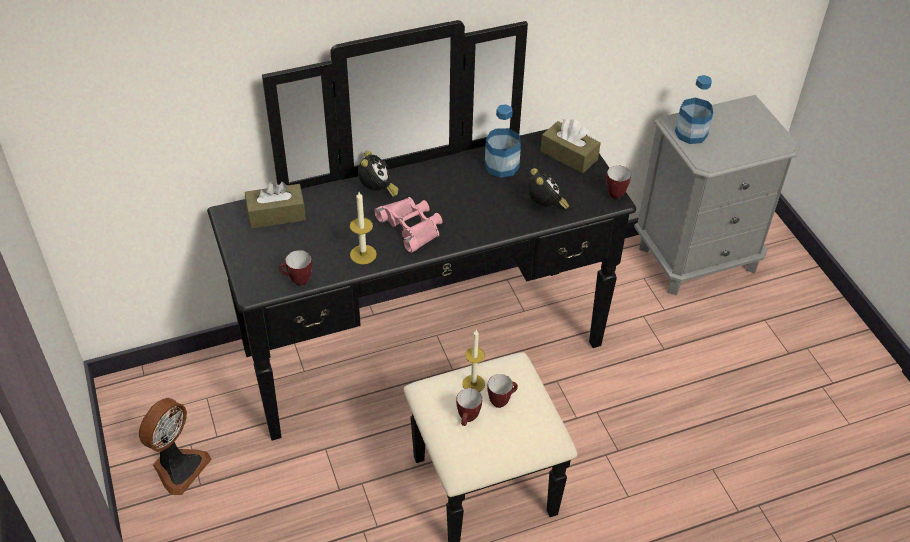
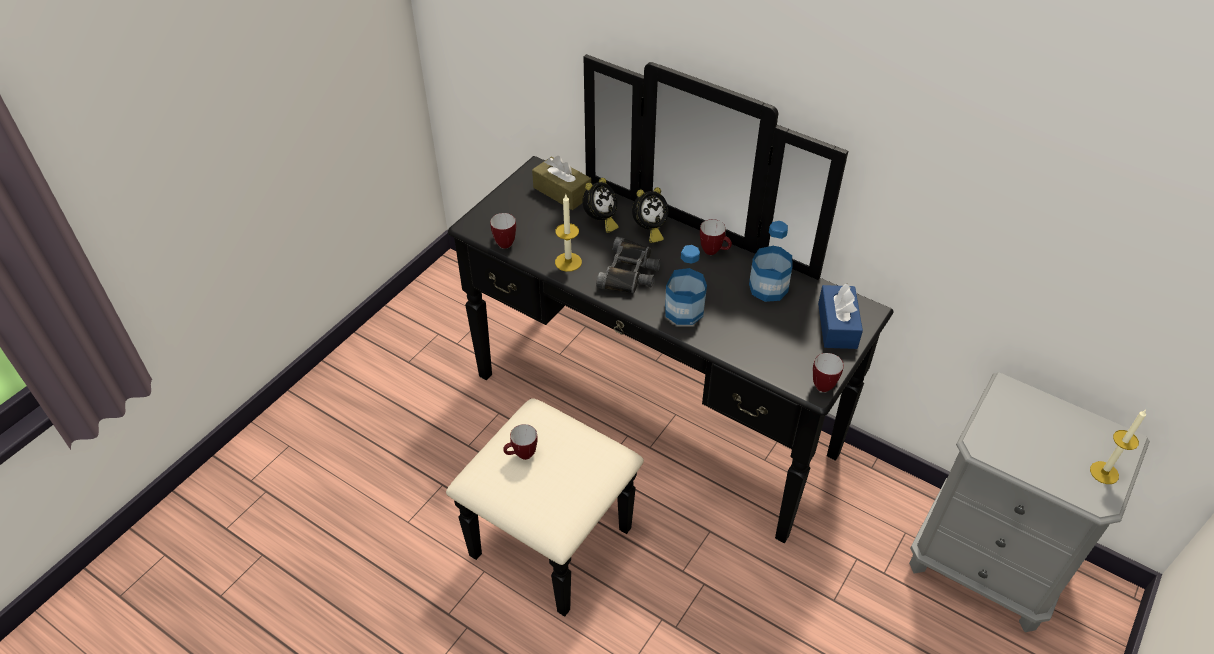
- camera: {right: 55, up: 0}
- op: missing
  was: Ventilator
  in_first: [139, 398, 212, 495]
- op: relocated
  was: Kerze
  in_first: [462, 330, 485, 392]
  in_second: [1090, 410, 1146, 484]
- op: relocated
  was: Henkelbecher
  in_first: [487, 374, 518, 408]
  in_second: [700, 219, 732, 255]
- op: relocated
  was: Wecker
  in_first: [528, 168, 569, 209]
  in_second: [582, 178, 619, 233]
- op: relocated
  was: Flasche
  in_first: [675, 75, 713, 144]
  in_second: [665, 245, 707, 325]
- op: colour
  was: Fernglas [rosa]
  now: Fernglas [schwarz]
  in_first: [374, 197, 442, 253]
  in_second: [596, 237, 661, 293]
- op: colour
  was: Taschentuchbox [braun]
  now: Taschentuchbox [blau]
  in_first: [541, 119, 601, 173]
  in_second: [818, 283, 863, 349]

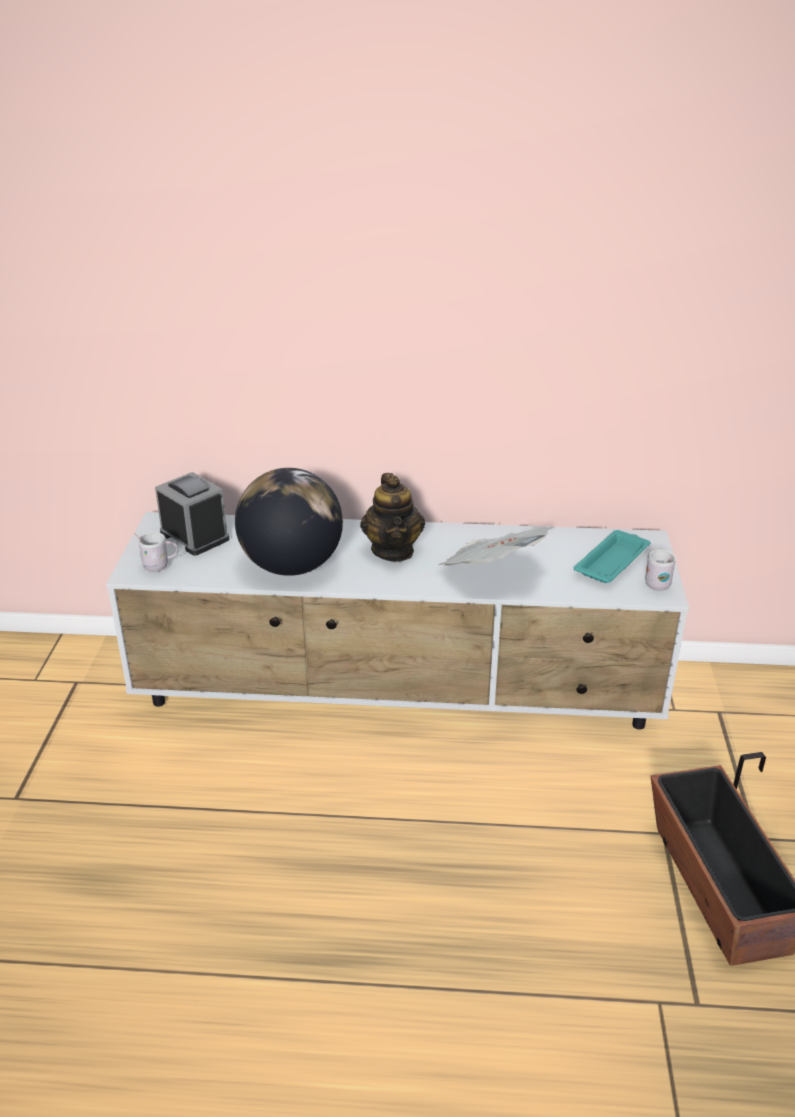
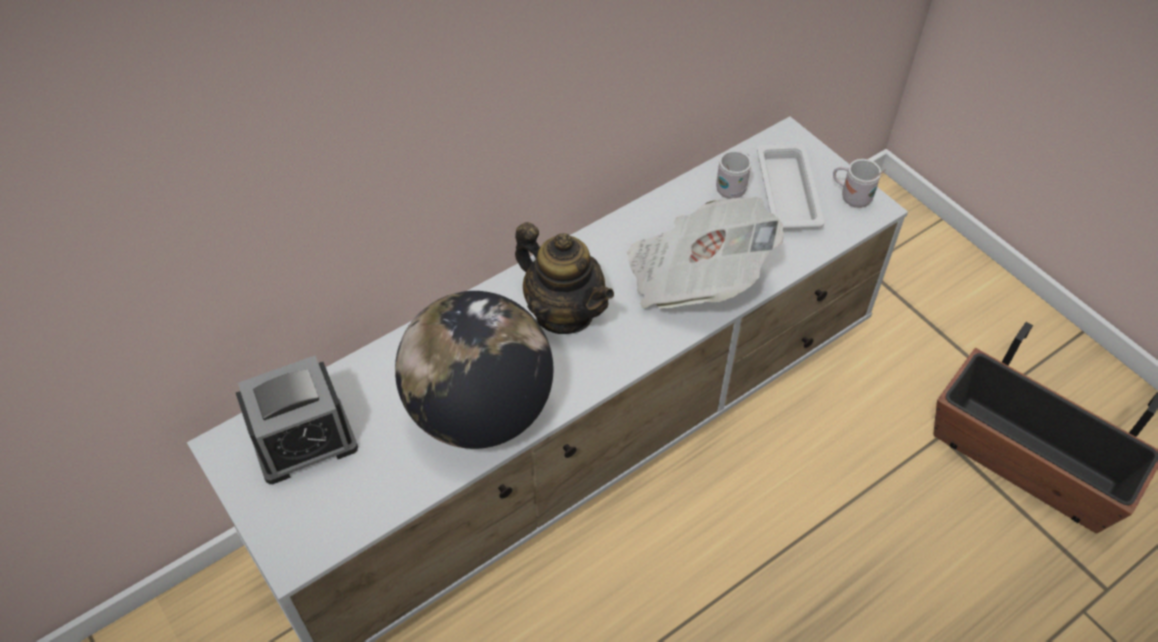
- camera: {right: -40, up: 20}
- op: relocated
  was: Henkelbecher [weiß]
  in_first: [134, 532, 179, 572]
  in_second: [716, 150, 752, 199]
- op: colour
  was: Tablett [türkis]
  now: Tablett [weiß]
  in_first: [574, 530, 651, 583]
  in_second: [757, 142, 825, 229]
- op: spun
  was: Wecker
  in_first: [155, 472, 229, 556]
  in_second: [236, 355, 358, 484]
  clockwise: 150

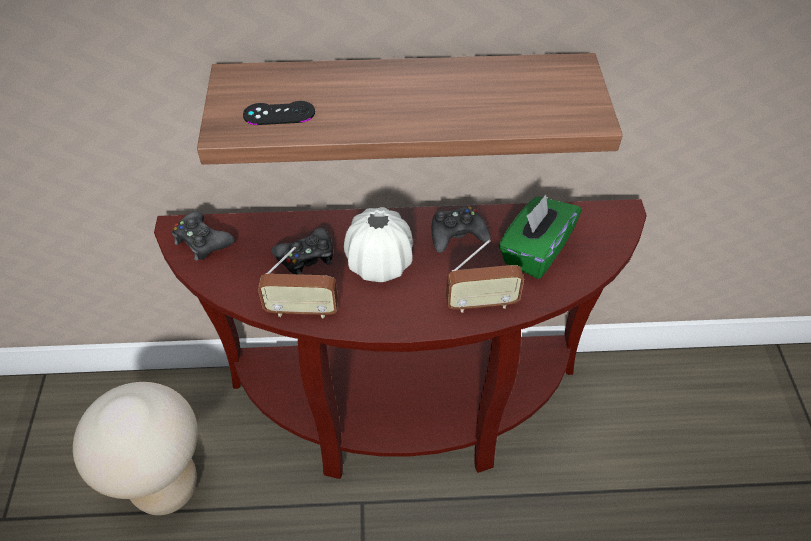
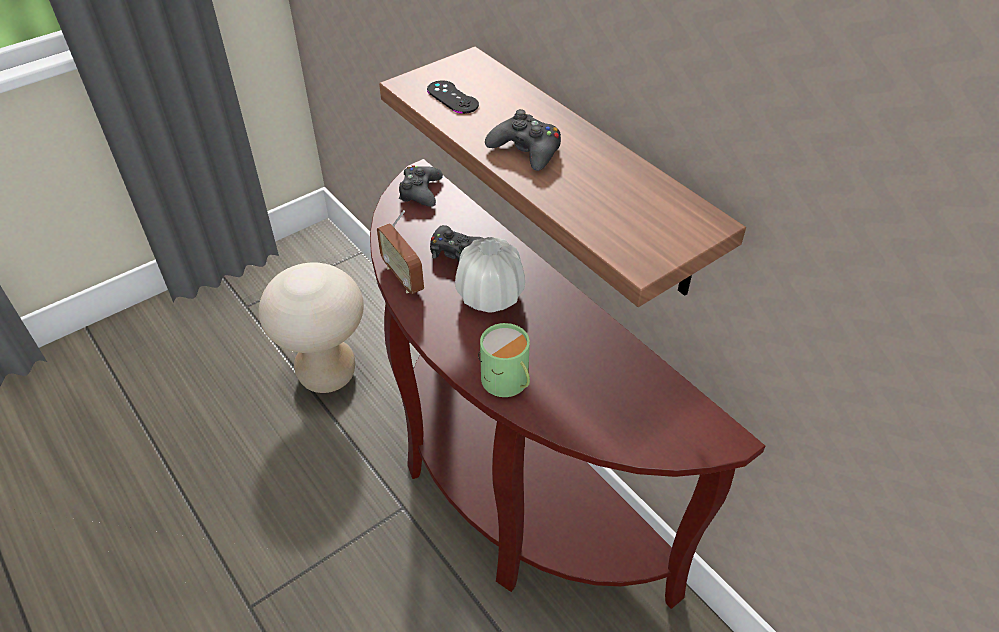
- camera: {right: 55, up: -5}
- op: missing
  was: Taschentuchbox [grün]
  in_first: [499, 195, 581, 279]
- op: relocated
  was: Gamepad [schwarz]
  in_first: [431, 206, 491, 253]
  in_second: [485, 109, 561, 171]
- op: exchanged
  was: Radio
  now: Henkelbecher [grün]
  in_first: [446, 239, 524, 313]
  in_second: [478, 323, 530, 397]

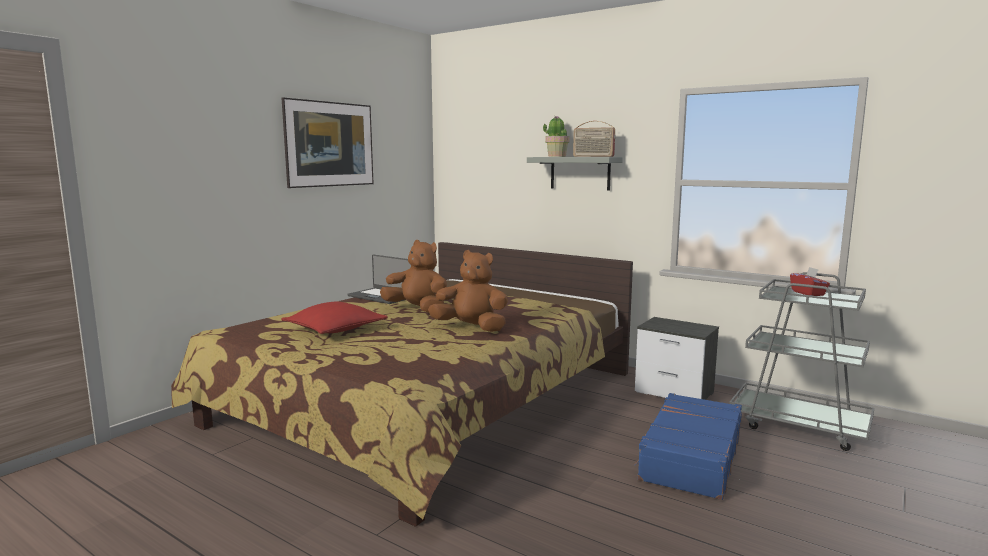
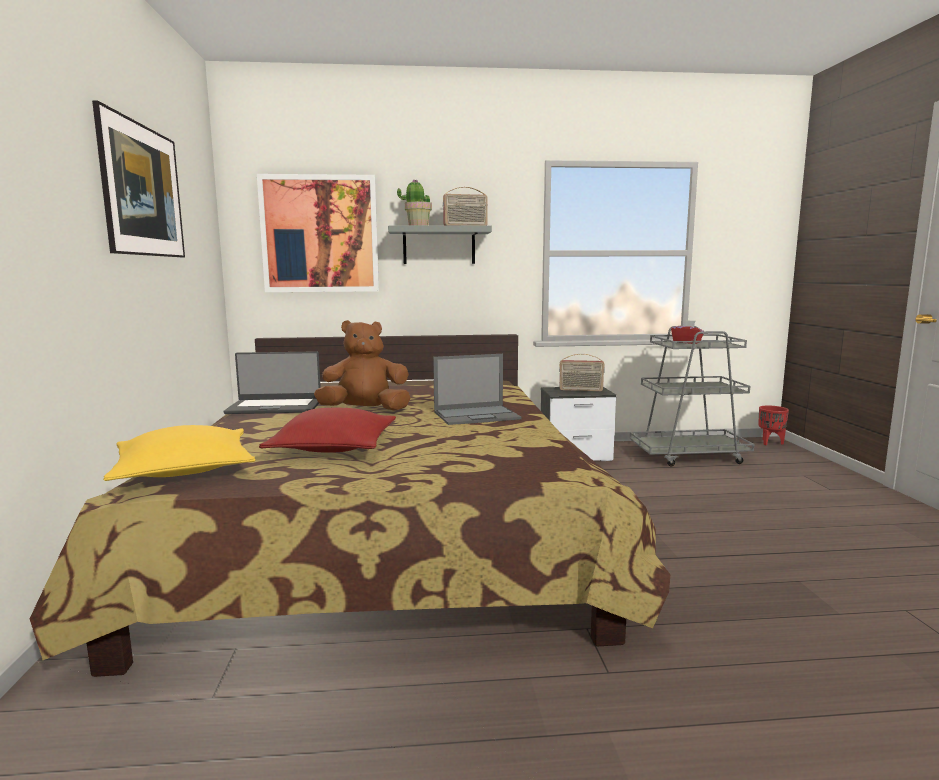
- camera: {right: -40, up: 0}
- op: missing
  was: Koffer [blau]
  in_first: [634, 393, 742, 500]
- op: appeared
  now: Kissen [gelb]
  in_second: [103, 425, 256, 481]
- op: appeared
  now: Bild
  in_second: [257, 174, 379, 292]
- op: appeared
  now: Radio
  in_second: [559, 354, 605, 391]
- op: appeared
  now: Pflanzkübel [rot]
  in_second: [758, 406, 789, 445]
- op: exchanged
  was: Plüschtier [braun]
  now: Laptop
  in_first: [428, 250, 508, 332]
  in_second: [433, 354, 522, 425]

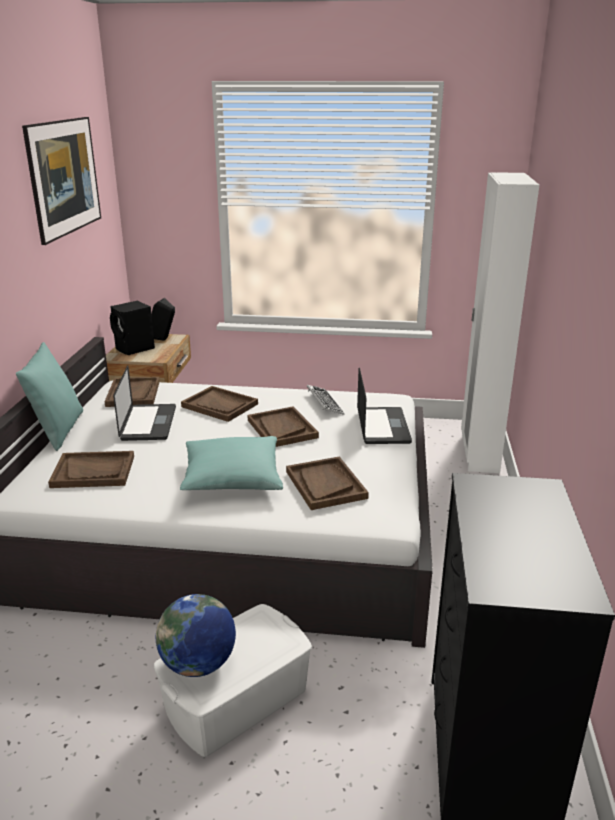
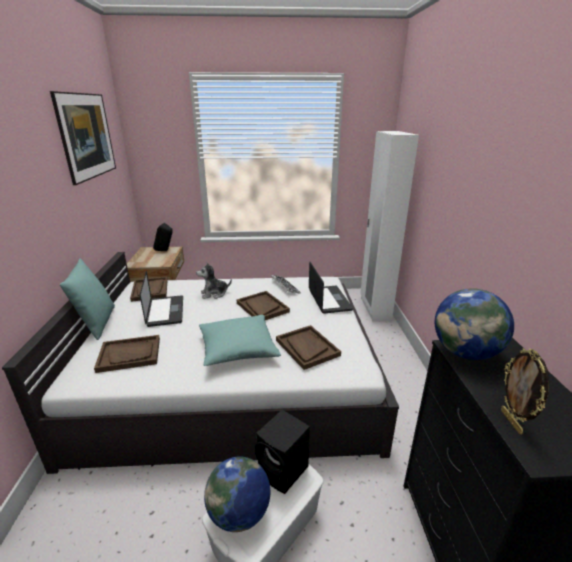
- camera: {right: -10, up: 0}
- op: appeared
  now: Globus
  in_second: [435, 288, 514, 360]
- op: appeared
  now: Bilderrahmen
  in_second: [501, 348, 549, 434]
- op: relocated
  was: Lautsprecher [schwarz]
  in_first: [110, 301, 155, 355]
  in_second: [255, 410, 310, 494]
- op: exchanged
  was: Tablett [braun]
  now: Plüschtier
  in_first: [181, 386, 258, 422]
  in_second: [196, 263, 232, 299]

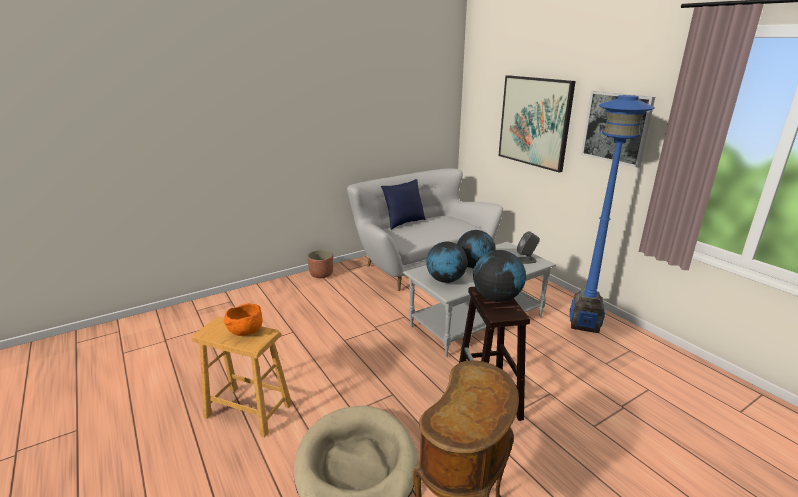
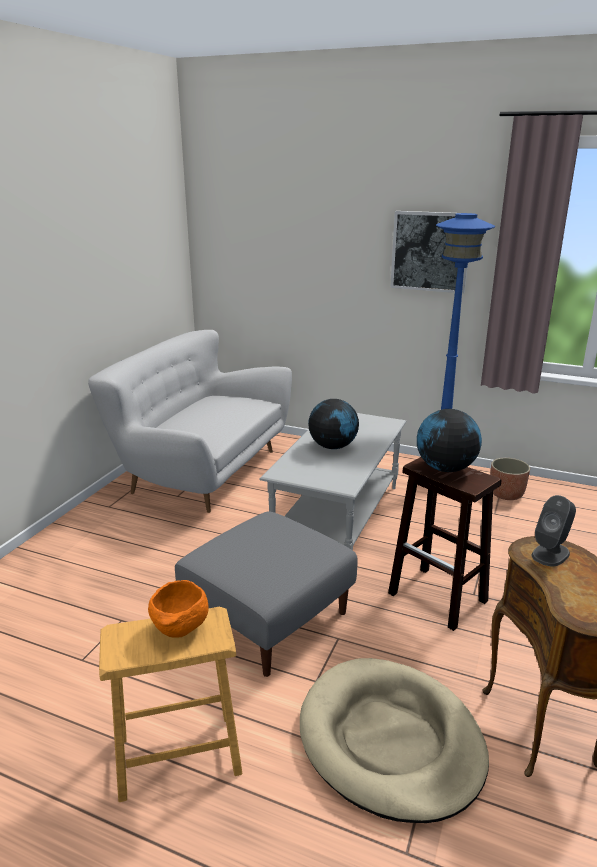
- camera: {right: -35, up: 0}
- op: missing
  was: Kissen [blau]
  in_first: [381, 179, 426, 230]
- op: missing
  was: Globus
  in_first: [426, 242, 468, 283]
- op: missing
  was: Bild
  in_first: [498, 75, 576, 172]
- op: appeared
  now: Polsterhocker [grau]
  in_second: [175, 511, 357, 677]
- op: relocated
  was: Pflanzkübel
  in_first: [307, 250, 333, 278]
  in_second: [490, 458, 530, 500]
- op: relocated
  was: Lautsprecher [grau]
  in_first: [517, 231, 540, 264]
  in_second: [532, 495, 576, 566]

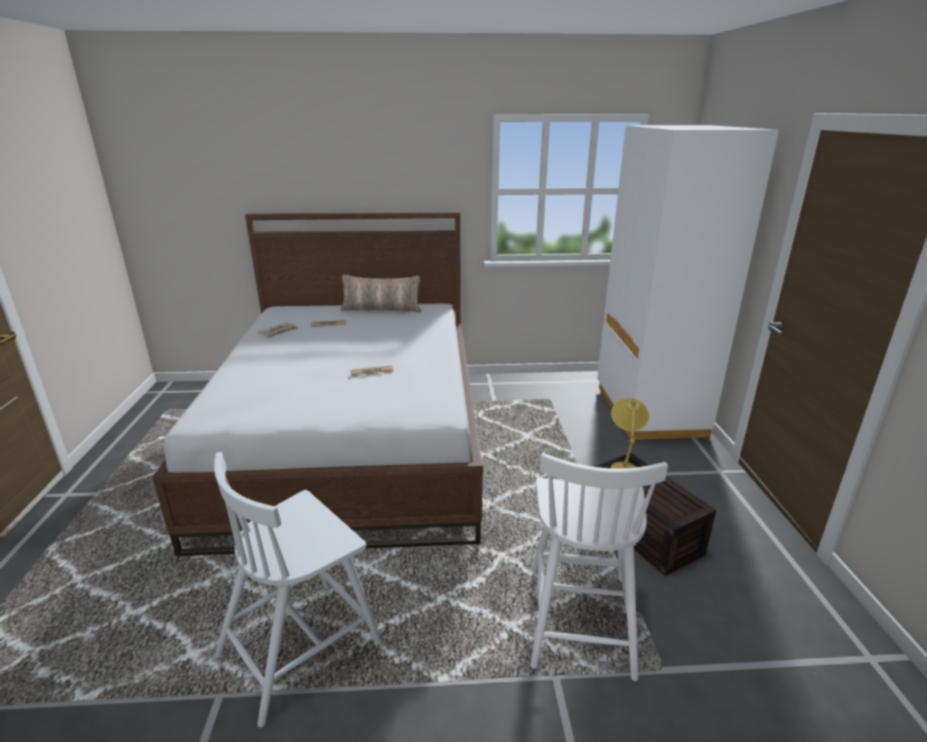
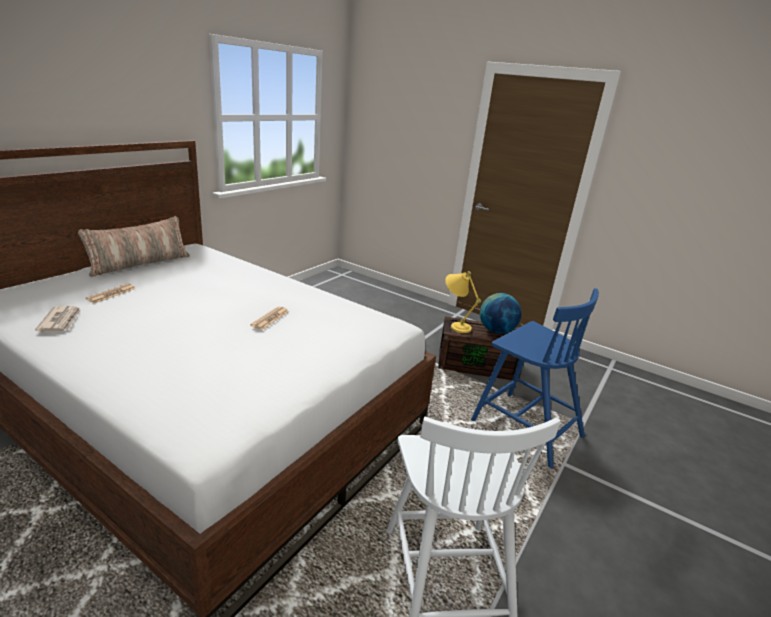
- camera: {right: -55, up: 0}
- op: missing
  was: Kleiderschrank [weiß]
  in_first: [597, 125, 779, 440]
- op: appeared
  now: Globus
  in_second: [480, 293, 522, 334]
- op: colour
  was: Stuhl [weiß]
  now: Stuhl [blau]
  in_first: [530, 453, 668, 681]
  in_second: [471, 288, 599, 468]

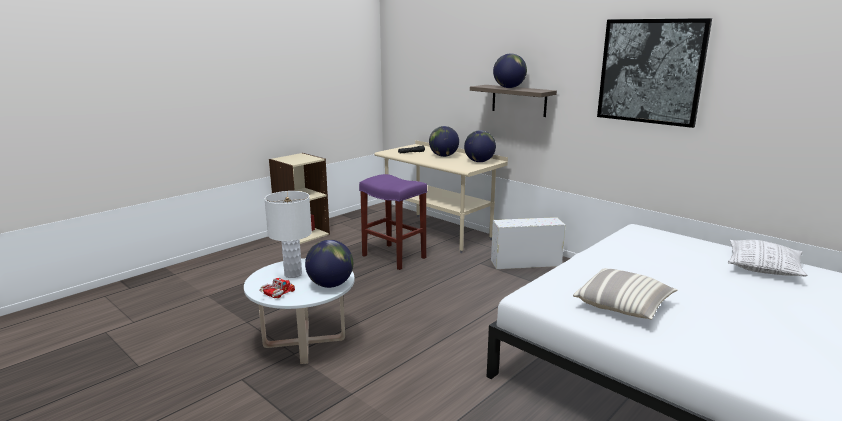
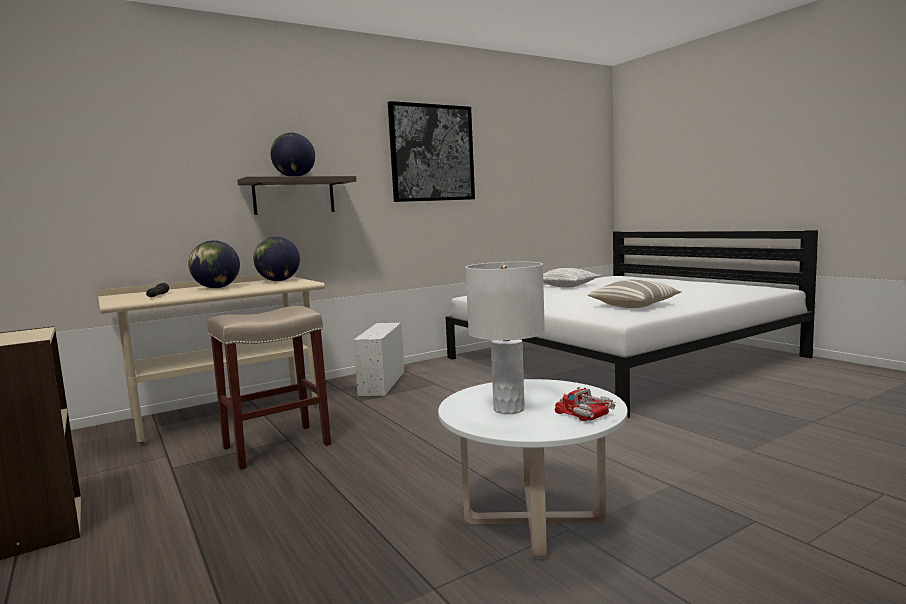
- camera: {right: -75, up: -10}
- op: missing
  was: Globus
  in_first: [305, 240, 353, 288]
- op: colour
  was: Hocker [lila]
  now: Hocker [beige]
  in_first: [359, 174, 427, 270]
  in_second: [207, 306, 331, 469]

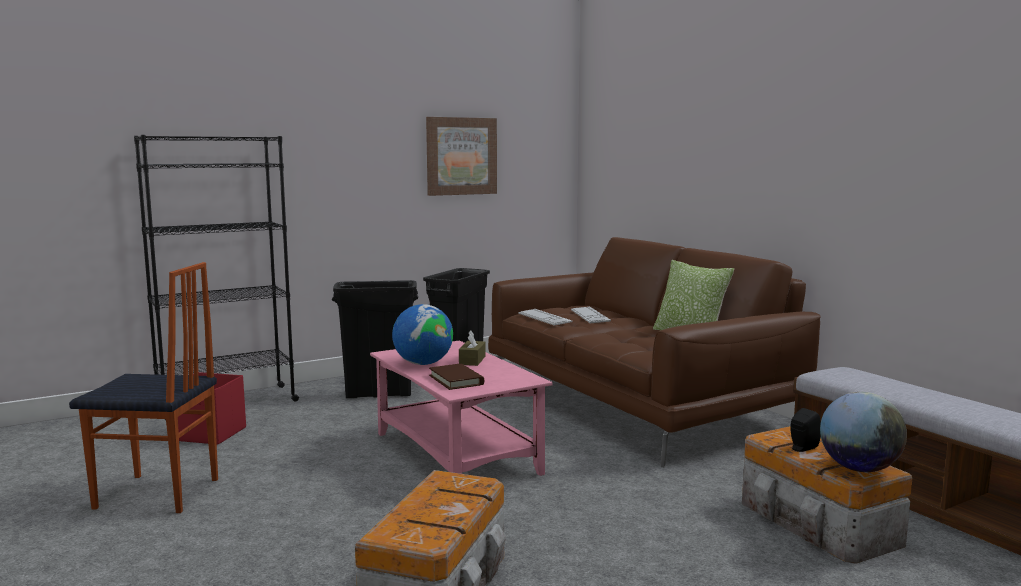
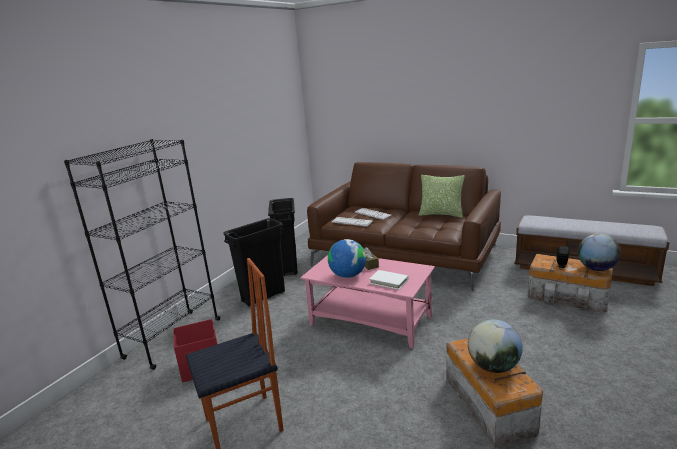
- camera: {right: -30, up: 10}
- op: missing
  was: Bild
  in_first: [426, 117, 497, 196]
- op: appeared
  now: Globus
  in_second: [468, 319, 523, 373]
- op: colour
  was: Buch [braun]
  now: Buch [weiß]
  in_first: [429, 364, 484, 390]
  in_second: [369, 270, 409, 290]

